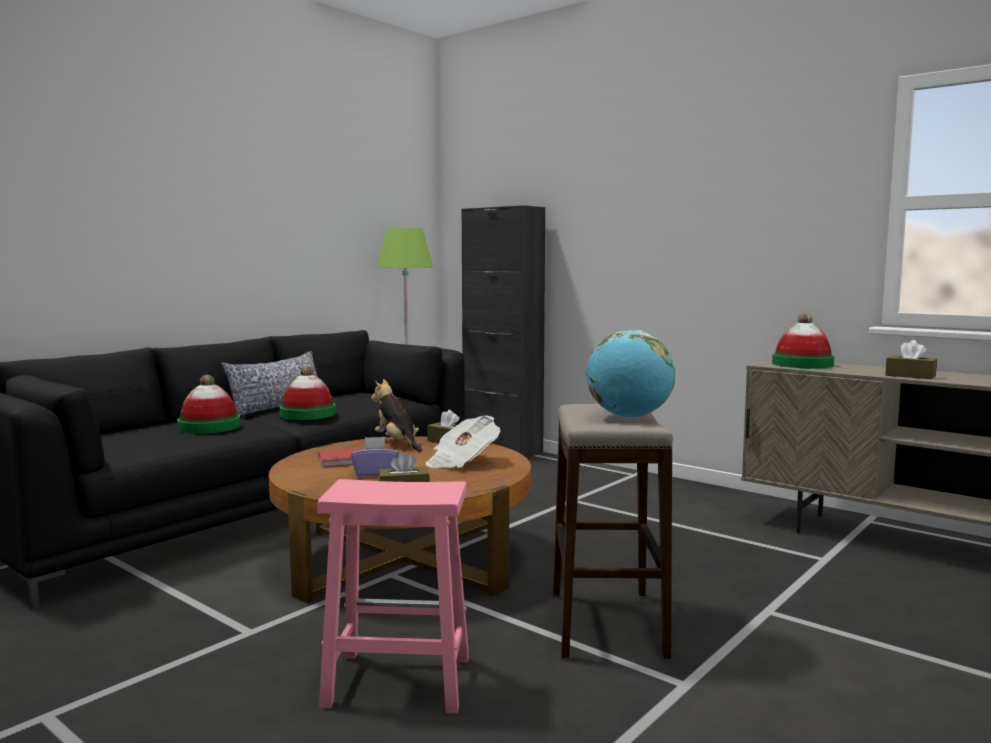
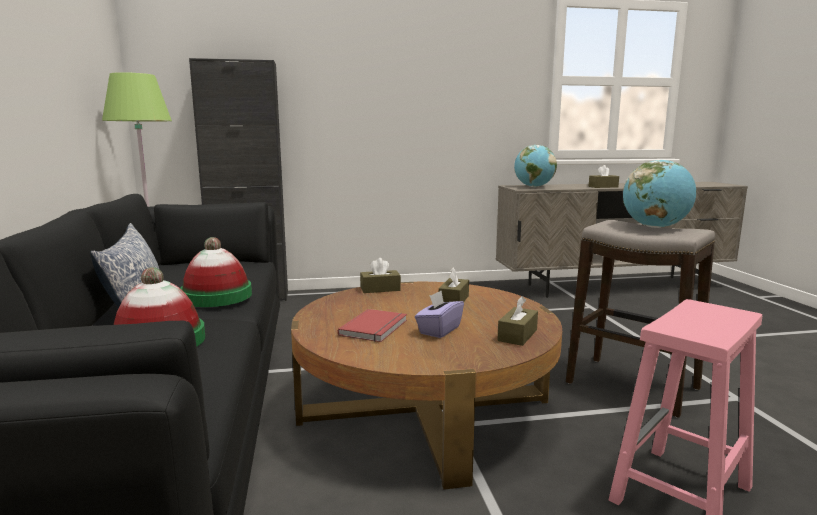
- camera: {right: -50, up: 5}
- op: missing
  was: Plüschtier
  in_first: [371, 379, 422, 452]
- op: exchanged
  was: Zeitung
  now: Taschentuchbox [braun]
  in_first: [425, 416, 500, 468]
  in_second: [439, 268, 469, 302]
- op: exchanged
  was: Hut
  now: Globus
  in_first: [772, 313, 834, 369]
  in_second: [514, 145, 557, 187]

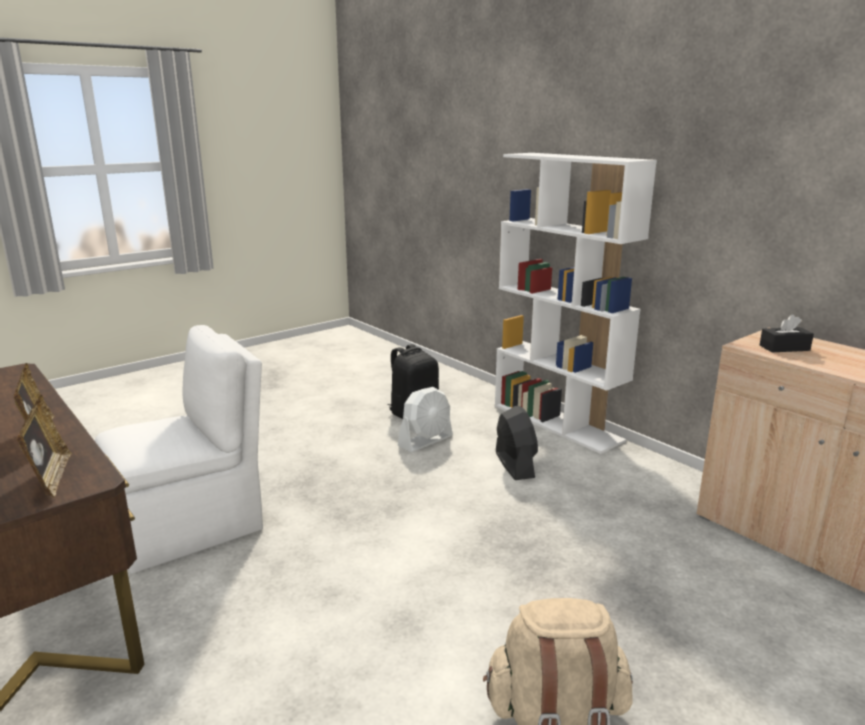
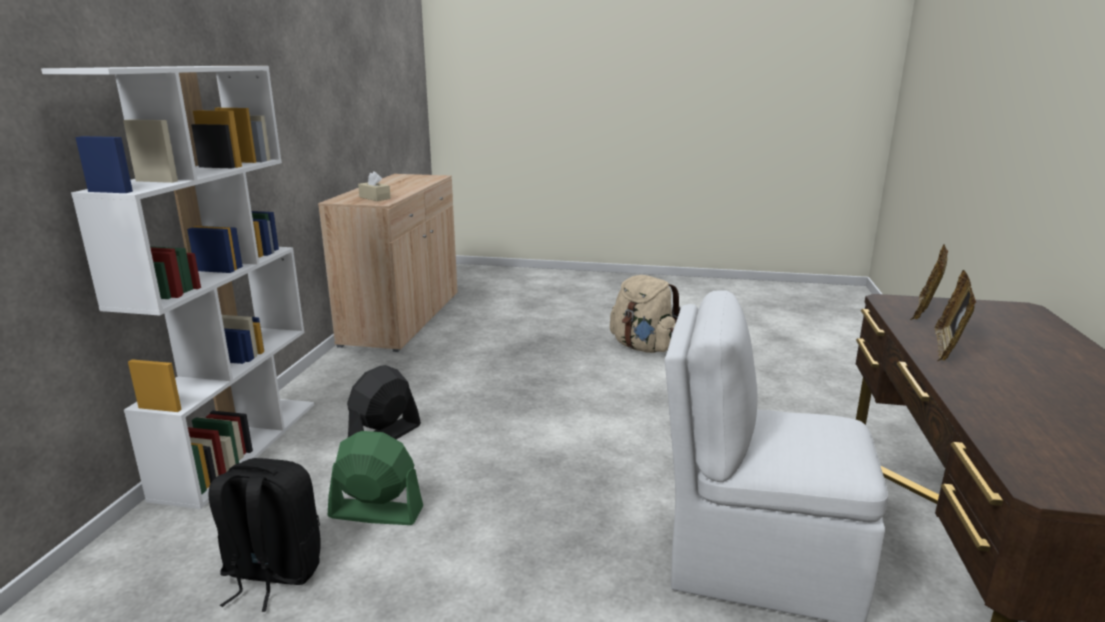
- camera: {right: -130, up: 0}
- op: colour
  was: Ventilator [weiß]
  now: Ventilator [grün]
  in_first: [398, 387, 453, 453]
  in_second: [328, 431, 423, 525]
- op: colour
  was: Taschentuchbox [schwarz]
  now: Taschentuchbox [beige]
  in_first: [760, 314, 814, 352]
  in_second: [358, 171, 391, 201]

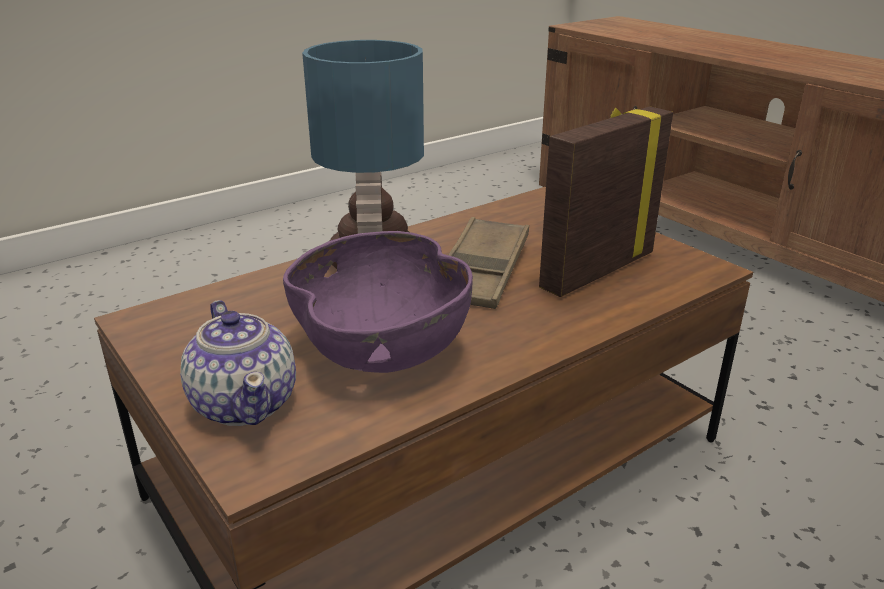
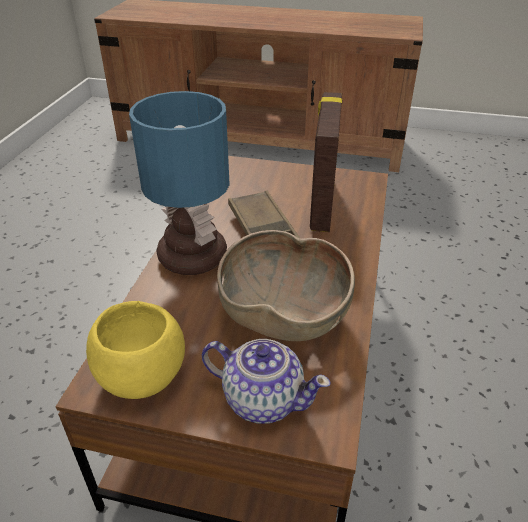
- camera: {right: -40, up: 10}
- op: appeared
  now: Schüssel [gelb]
  in_second: [86, 301, 185, 399]
- op: colour
  was: Schüssel [lila]
  now: Schüssel [braun]
  in_first: [283, 231, 473, 373]
  in_second: [217, 230, 355, 341]

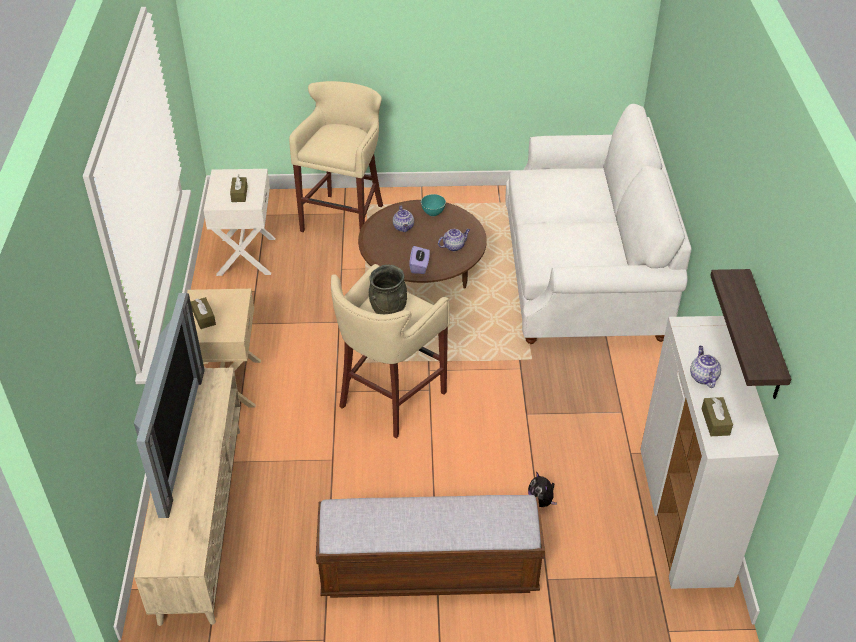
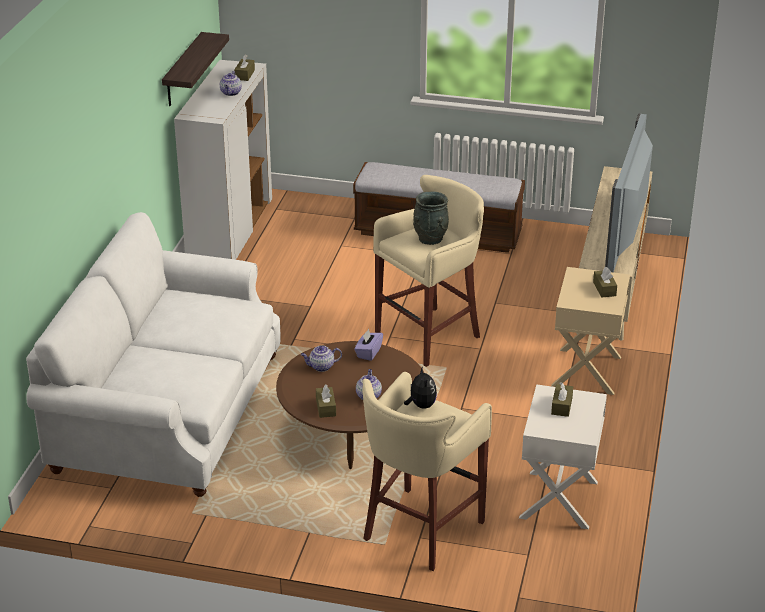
- camera: {right: -165, up: -10}
- op: relocated
  was: Plüschtier
  in_first: [528, 471, 557, 507]
  in_second: [404, 366, 437, 409]
- op: exchanged
  was: Schüssel [türkis]
  now: Taschentuchbox [braun]
  in_first: [421, 194, 446, 216]
  in_second: [316, 384, 336, 418]

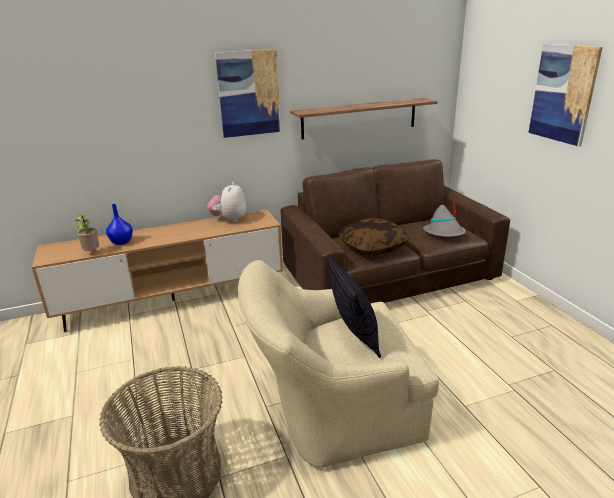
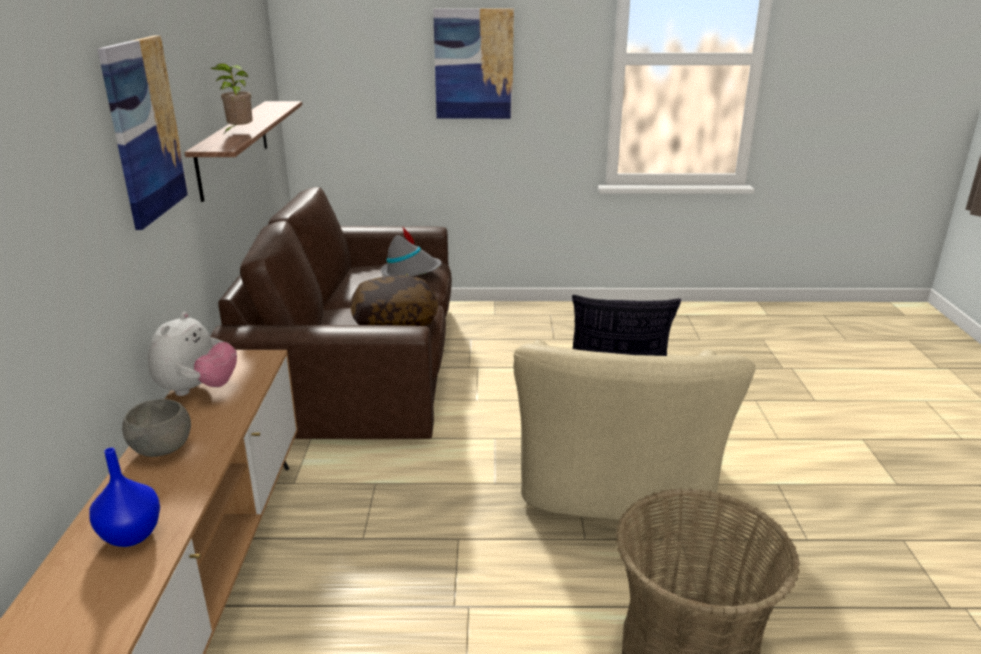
- camera: {right: -70, up: 0}
- op: appeared
  now: Schüssel [grau]
  in_second: [122, 399, 191, 457]
- op: relocated
  was: Topfpflanze
  in_first: [75, 211, 99, 251]
  in_second: [210, 63, 253, 133]
- op: spun
  was: Plüschtier
  in_first: [207, 182, 246, 223]
  in_second: [148, 312, 237, 396]
  clockwise: -105

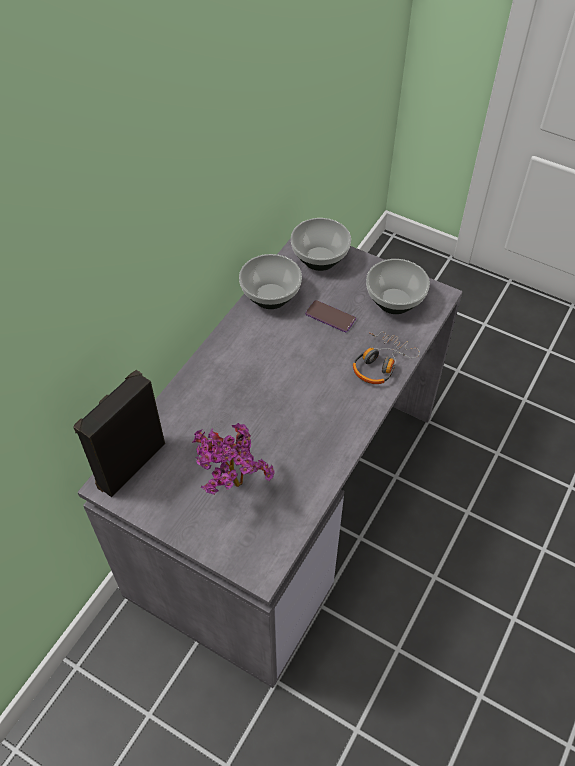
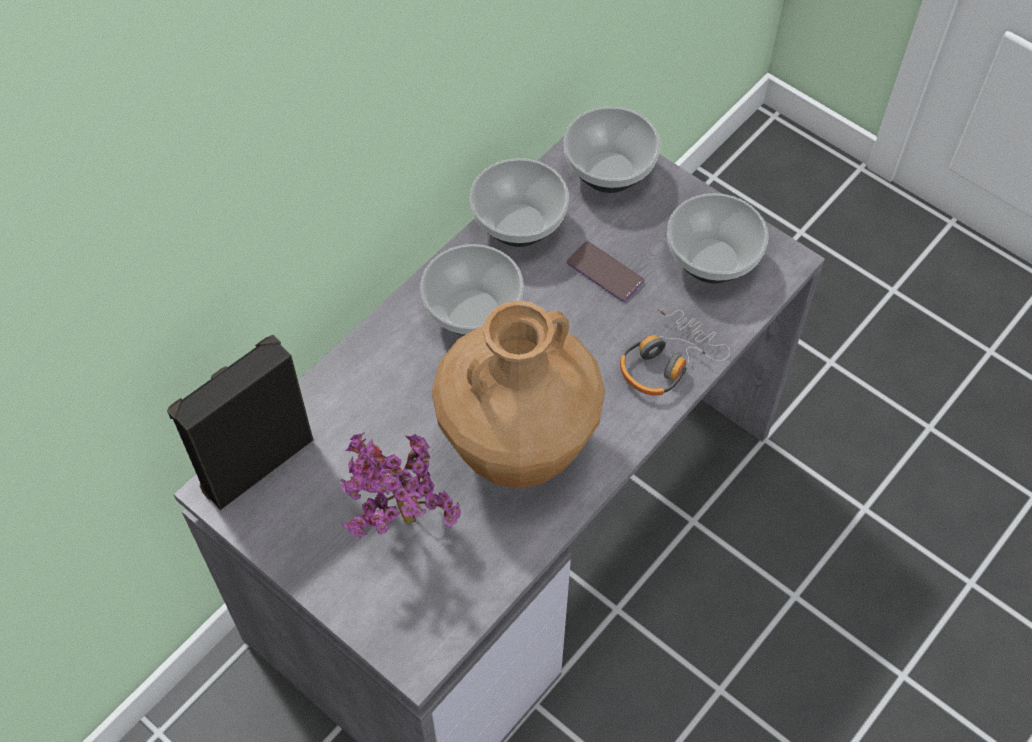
- camera: {right: 10, up: 5}
- op: appeared
  now: Schüssel
  in_second: [420, 244, 524, 336]
- op: appeared
  now: Vase [braun]
  in_second: [432, 300, 605, 488]

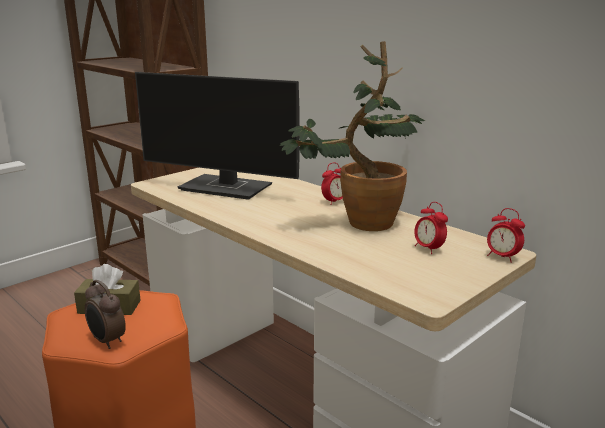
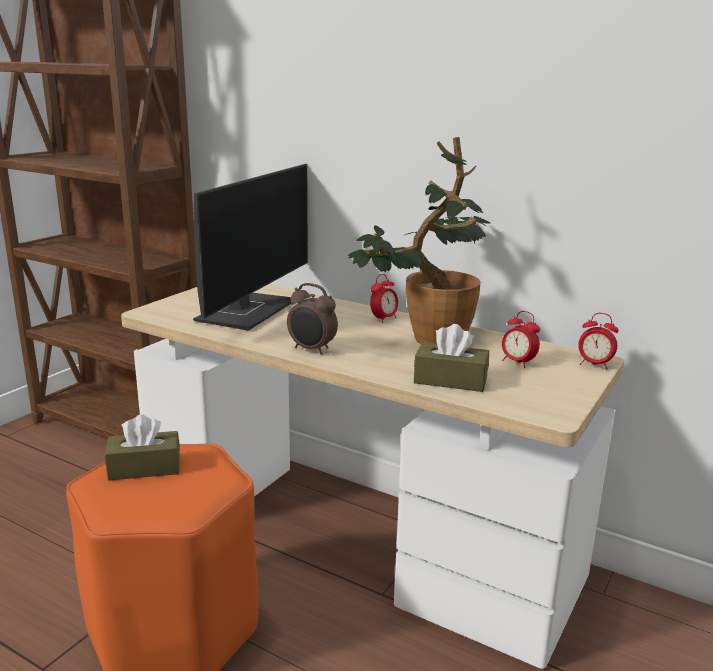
- camera: {right: -15, up: 0}
- op: appeared
  now: Taschentuchbox [braun]
  in_second: [414, 324, 489, 392]
- op: relocated
  was: Wecker
  in_first: [85, 280, 126, 349]
  in_second: [287, 283, 338, 355]
- op: spun
  was: Monitor
  in_first: [135, 72, 300, 200]
  in_second: [193, 164, 308, 331]
  clockwise: -75

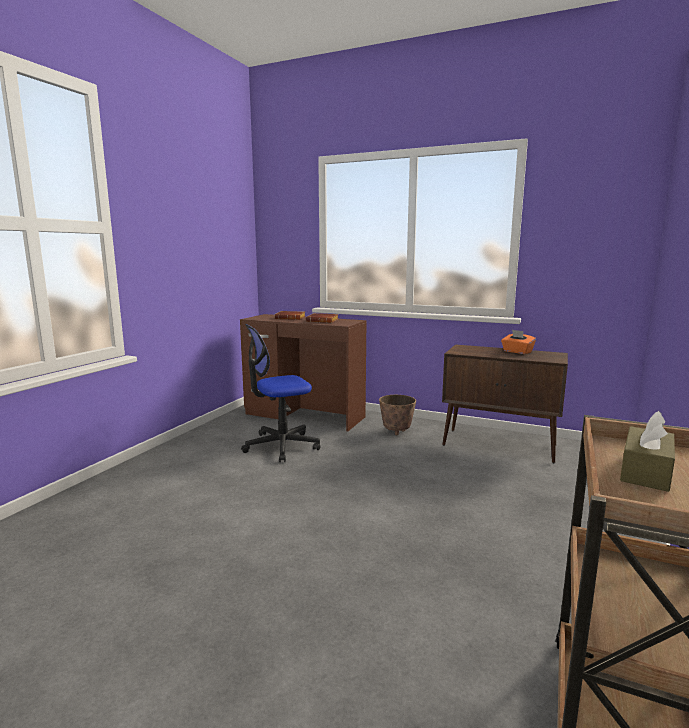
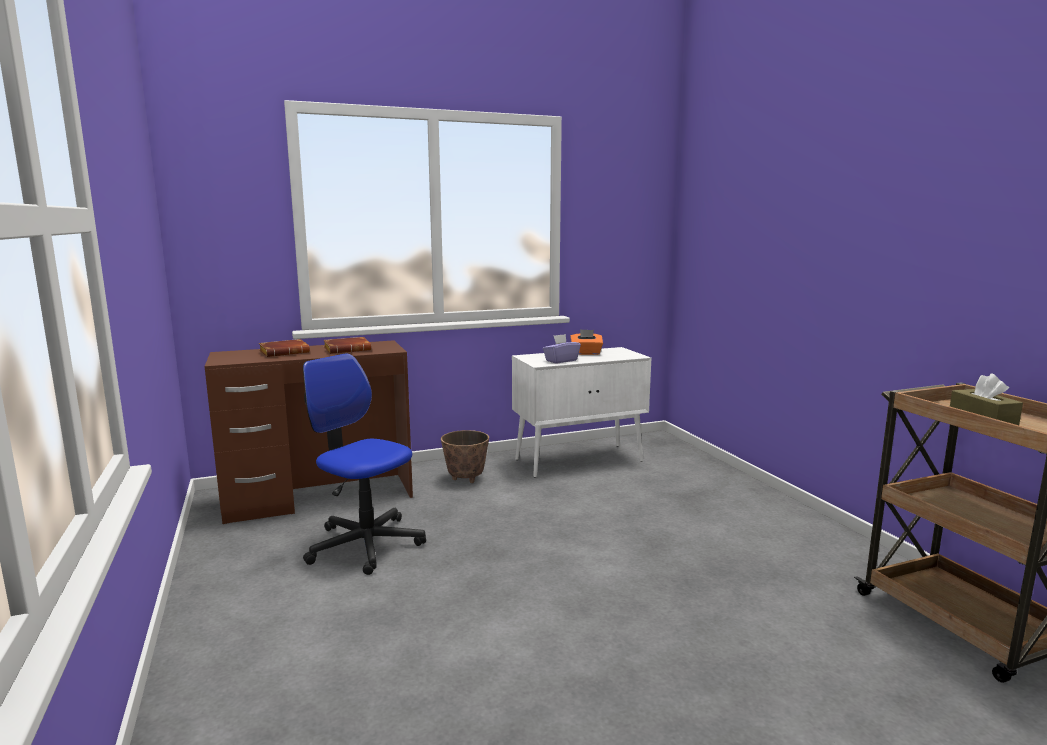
- camera: {right: -45, up: 0}
- op: appeared
  now: Taschentuchbox [lila]
  in_second: [543, 334, 581, 363]
- op: colour
  was: Schrank [braun]
  now: Schrank [weiß]
  in_first: [442, 344, 568, 463]
  in_second: [512, 347, 651, 478]
- op: spun
  was: Bürostuhl
  in_first: [241, 324, 320, 462]
  in_second: [303, 353, 426, 575]
  clockwise: 105

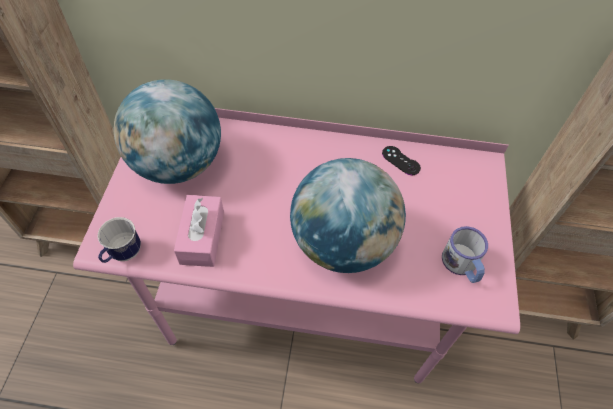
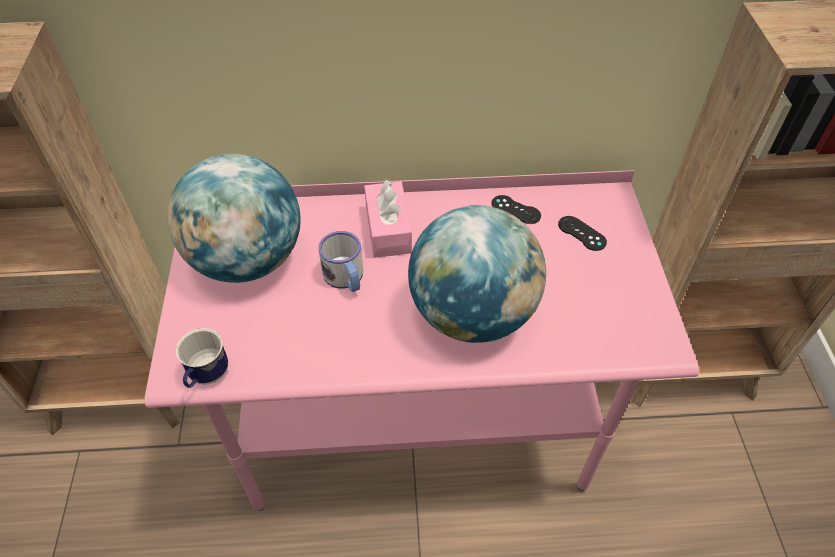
- camera: {right: -10, up: -5}
- op: appeared
  now: Gamepad [schwarz]
  in_second: [558, 216, 607, 251]
- op: relocated
  was: Taschentuchbox [rosa]
  in_first: [174, 195, 224, 267]
  in_second: [364, 179, 412, 258]
- op: relocated
  was: Henkelbecher
  in_first: [442, 226, 488, 283]
  in_second: [318, 231, 363, 292]

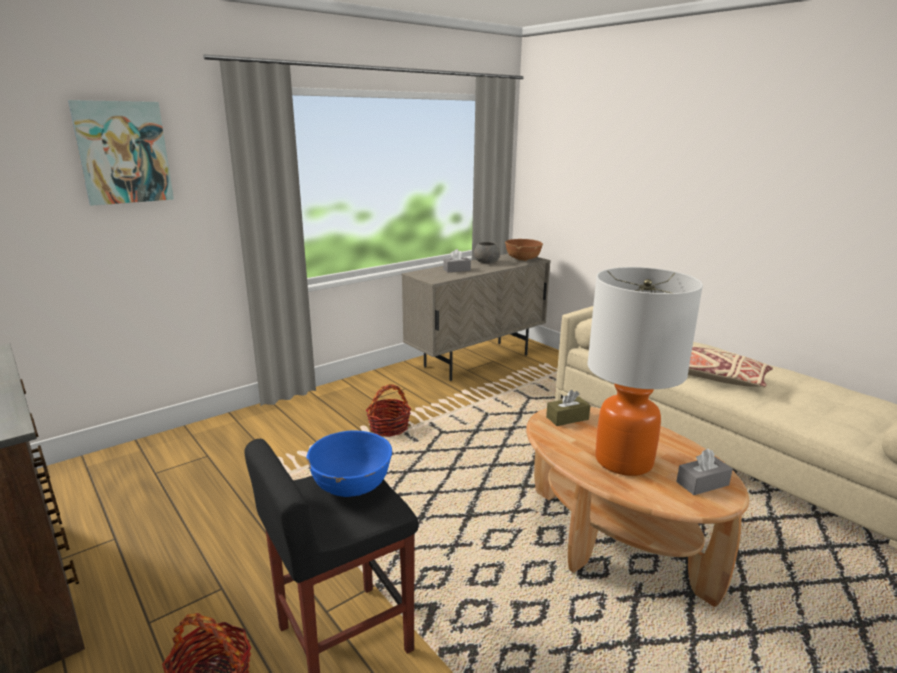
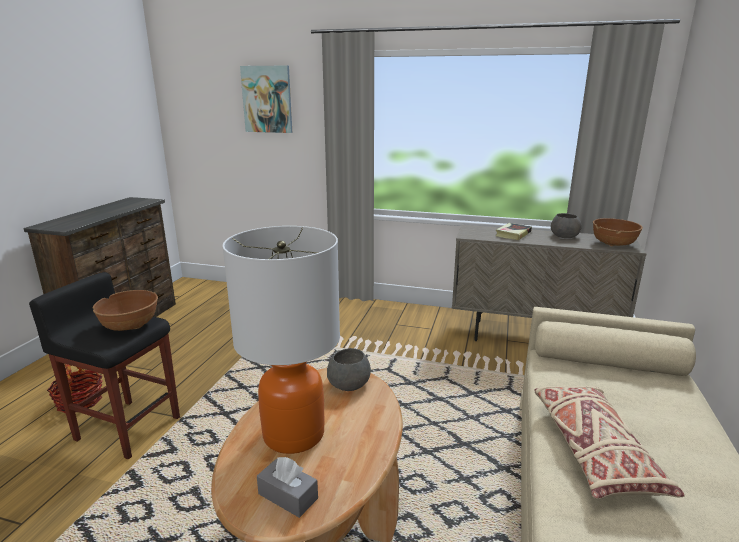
- camera: {right: 55, up: 0}
- op: missing
  was: Korb
  in_first: [366, 384, 411, 437]
- op: exchanged
  was: Taschentuchbox [grau]
  now: Buch
  in_first: [443, 249, 471, 272]
  in_second: [496, 223, 532, 240]
- op: exchanged
  was: Taschentuchbox [braun]
  now: Schüssel [grau]
  in_first: [546, 390, 590, 426]
  in_second: [327, 348, 371, 391]
- op: colour
  was: Schüssel [blau]
  now: Schüssel [braun]
  in_first: [307, 430, 392, 497]
  in_second: [92, 290, 158, 331]

